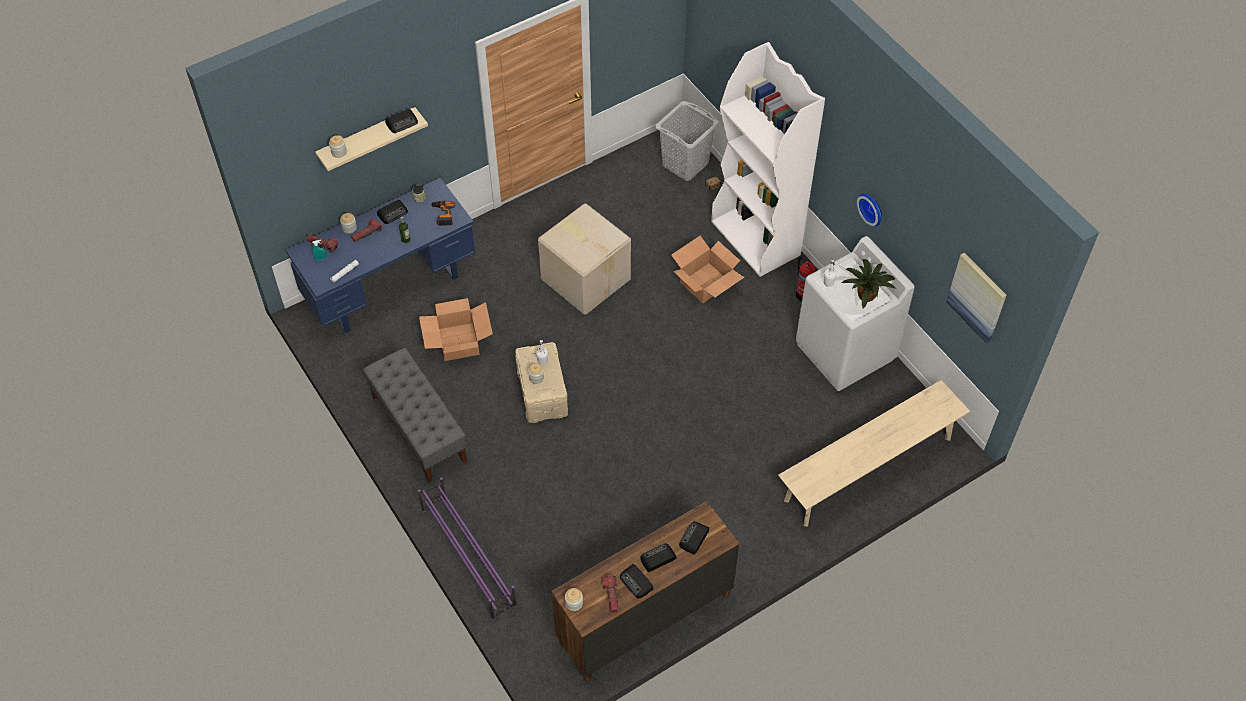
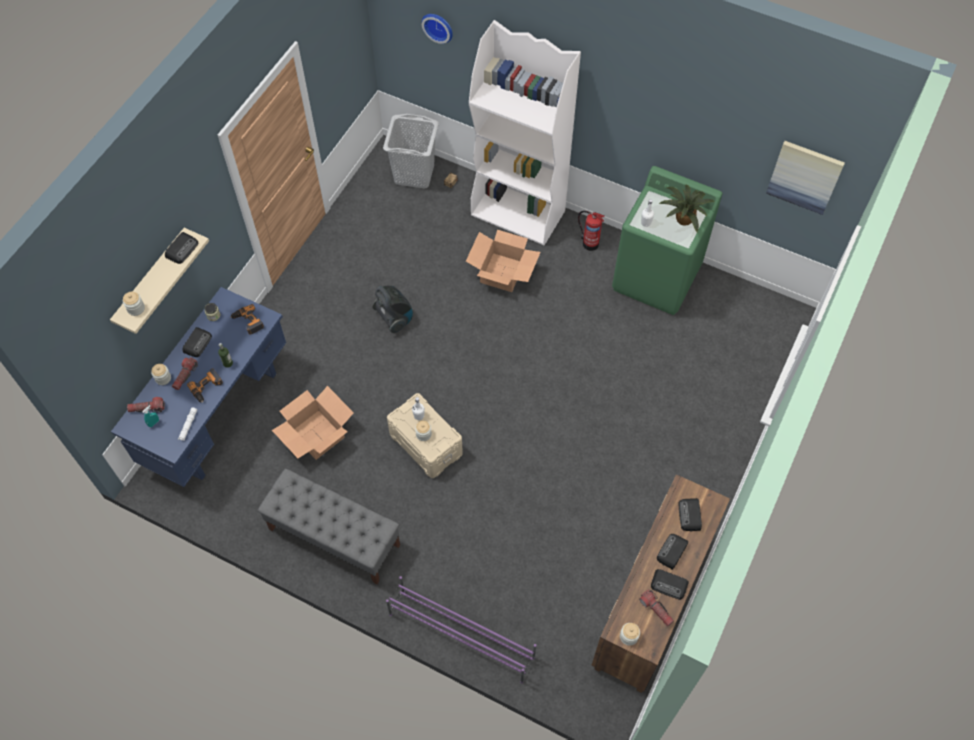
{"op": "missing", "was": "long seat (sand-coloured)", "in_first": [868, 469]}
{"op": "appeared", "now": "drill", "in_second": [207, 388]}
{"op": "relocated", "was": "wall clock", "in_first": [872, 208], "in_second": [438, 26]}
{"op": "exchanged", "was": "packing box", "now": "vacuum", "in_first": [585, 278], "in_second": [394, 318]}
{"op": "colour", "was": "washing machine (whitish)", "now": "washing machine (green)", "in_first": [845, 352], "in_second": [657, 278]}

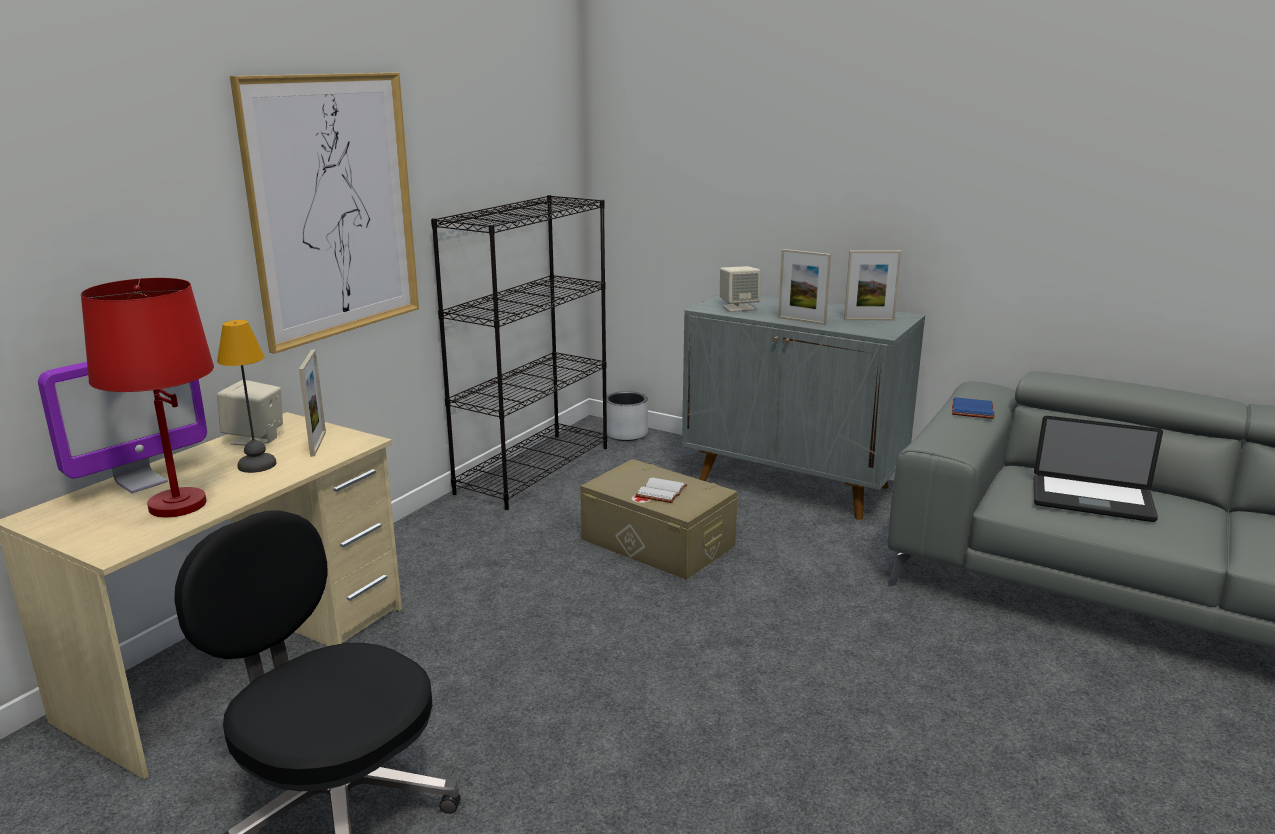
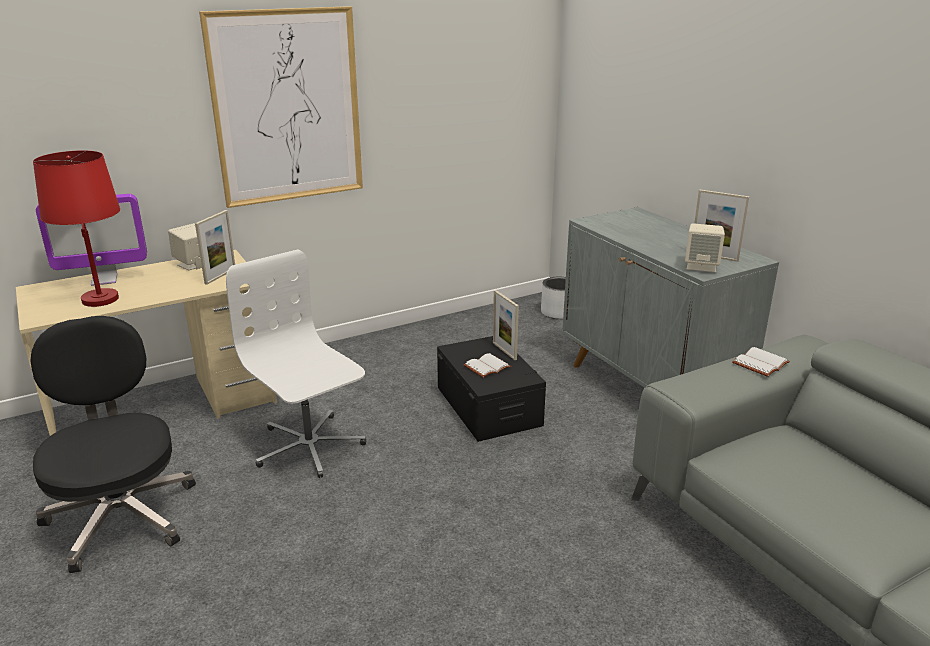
{"op": "missing", "was": "tabletop lamp", "in_first": [255, 465]}
{"op": "missing", "was": "shelving unit (black-coloured)", "in_first": [534, 469]}
{"op": "missing", "was": "laptop", "in_first": [1092, 500]}
{"op": "appeared", "now": "computer chair (whitish)", "in_second": [308, 446]}
{"op": "relocated", "was": "audio speaker (sand-coloured)", "in_first": [738, 307], "in_second": [701, 266]}
{"op": "relocated", "was": "standing frame", "in_first": [801, 321], "in_second": [504, 351]}
{"op": "colour", "was": "storage box (sand-coloured)", "now": "storage box (black-coloured)", "in_first": [657, 542], "in_second": [488, 406]}
{"op": "colour", "was": "volume (bluish)", "now": "volume (whitish)", "in_first": [974, 411], "in_second": [761, 364]}

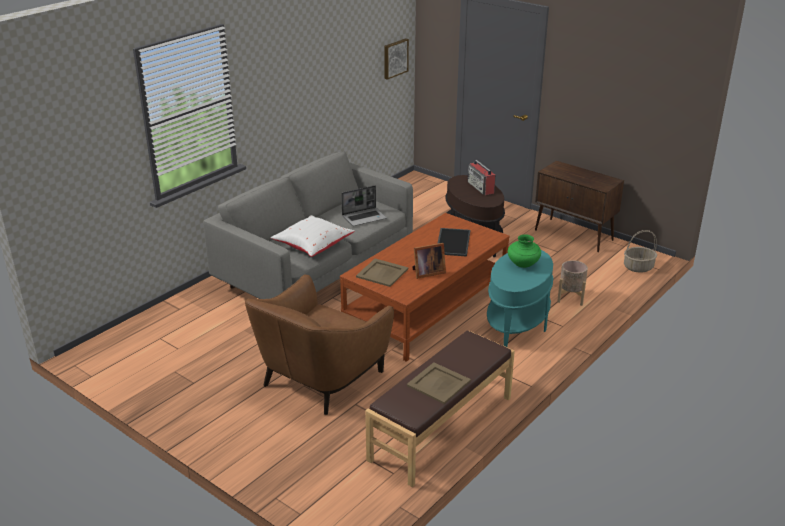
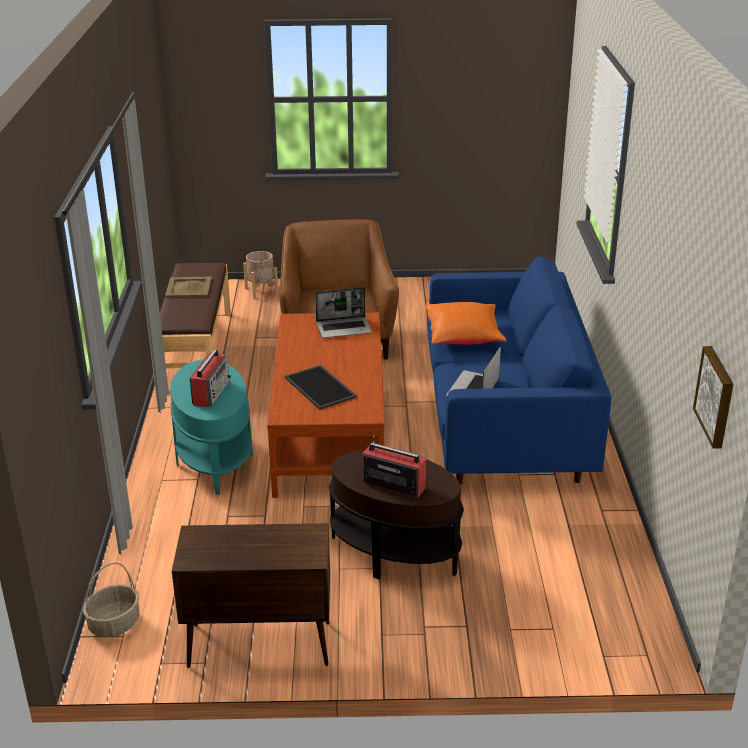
{"op": "missing", "was": "standing frame", "in_first": [427, 272]}
{"op": "relocated", "was": "planter (sand-coloured)", "in_first": [570, 297], "in_second": [261, 291]}
{"op": "exchanged", "was": "tray (sand-coloured)", "now": "laptop", "in_first": [381, 273], "in_second": [344, 328]}
{"op": "exchanged", "was": "flower vase (green)", "now": "radio set", "in_first": [523, 264], "in_second": [211, 392]}
{"op": "colour", "was": "sofa (gray)", "now": "sofa (bluish)", "in_first": [316, 269], "in_second": [505, 420]}
{"op": "colour", "was": "throw pillow (whitish)", "now": "throw pillow (orangey)", "in_first": [312, 246], "in_second": [464, 337]}

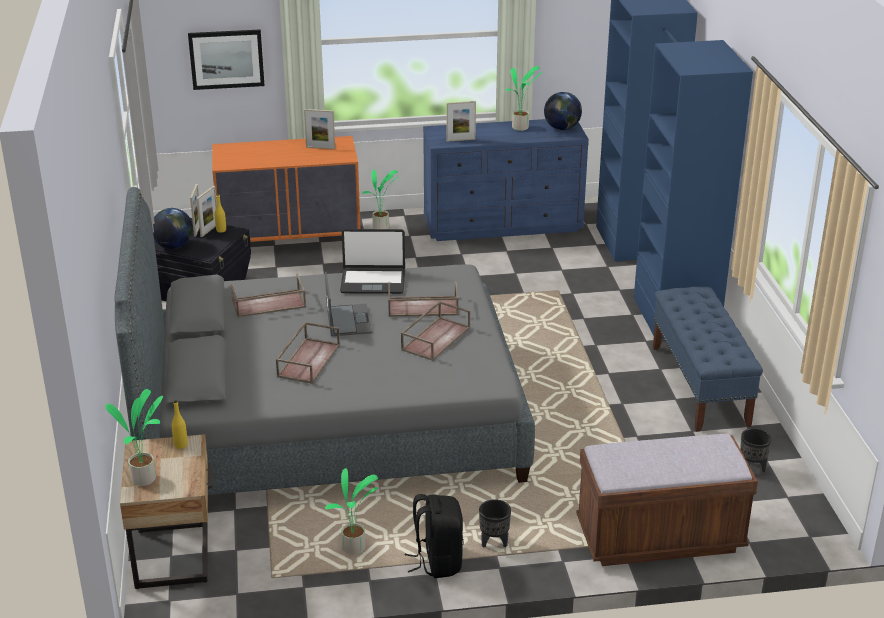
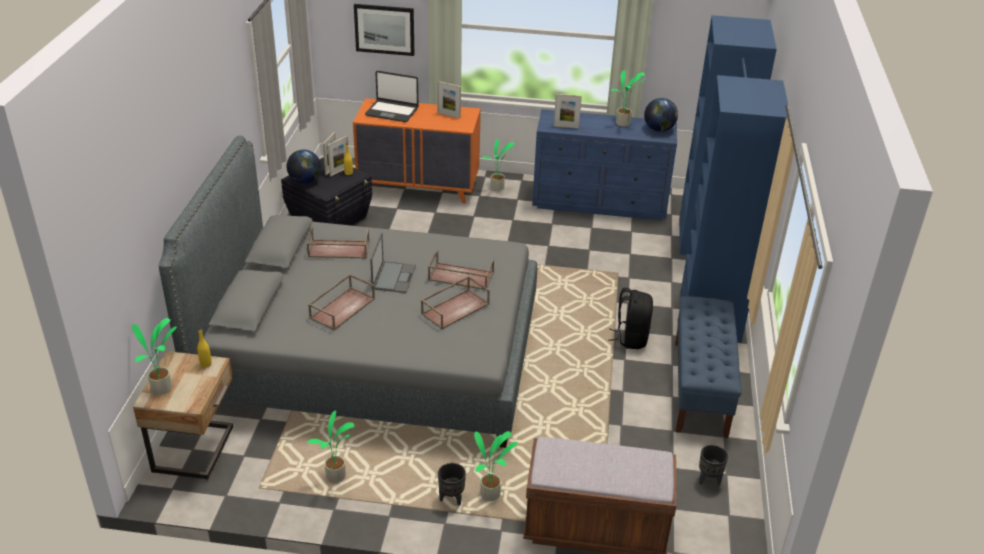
{"op": "appeared", "now": "plant in a pot", "in_second": [491, 495]}
{"op": "relocated", "was": "laptop", "in_first": [373, 281], "in_second": [392, 111]}
{"op": "relocated", "was": "knapsack (black-coloured)", "in_first": [437, 562], "in_second": [631, 338]}

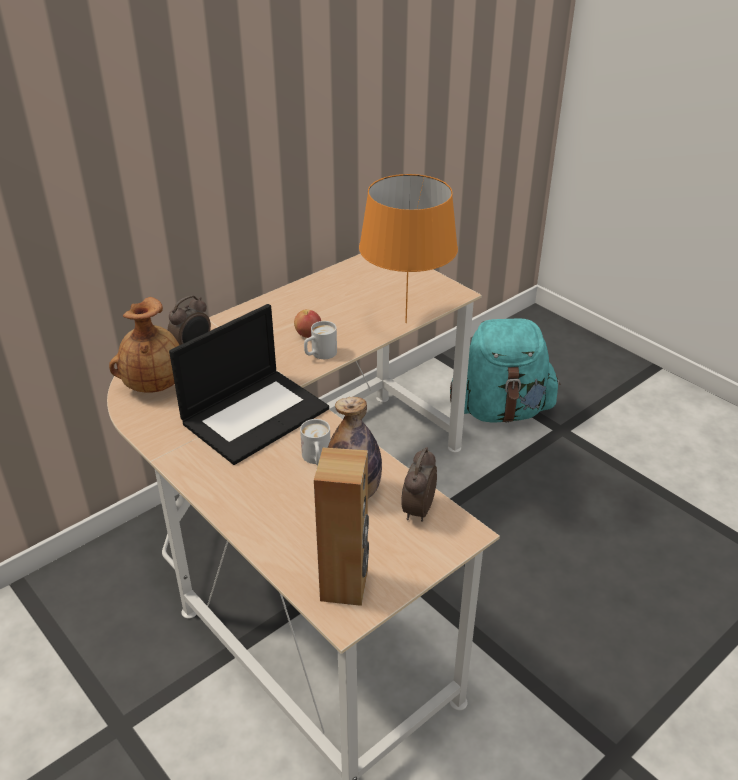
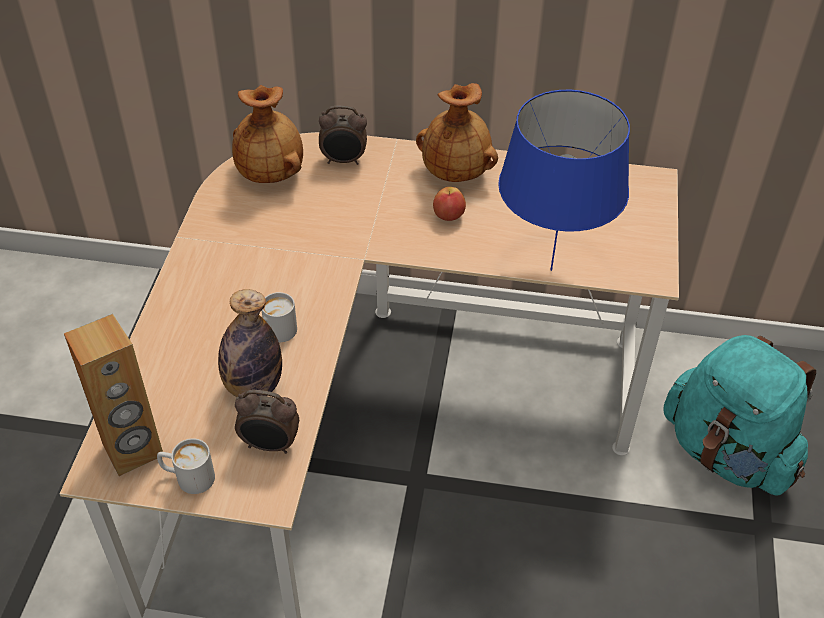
{"op": "missing", "was": "laptop", "in_first": [255, 414]}
{"op": "appeared", "now": "flower vase (brown-coloured)", "in_second": [456, 172]}
{"op": "relocated", "was": "coffee mug (whitish)", "in_first": [319, 354], "in_second": [188, 477]}
{"op": "colour", "was": "tabletop lamp (orangey)", "now": "tabletop lamp (bluish)", "in_first": [405, 323], "in_second": [550, 270]}
{"op": "spun", "was": "bedside clock", "in_first": [417, 510], "in_second": [270, 445], "clockwise": -150}

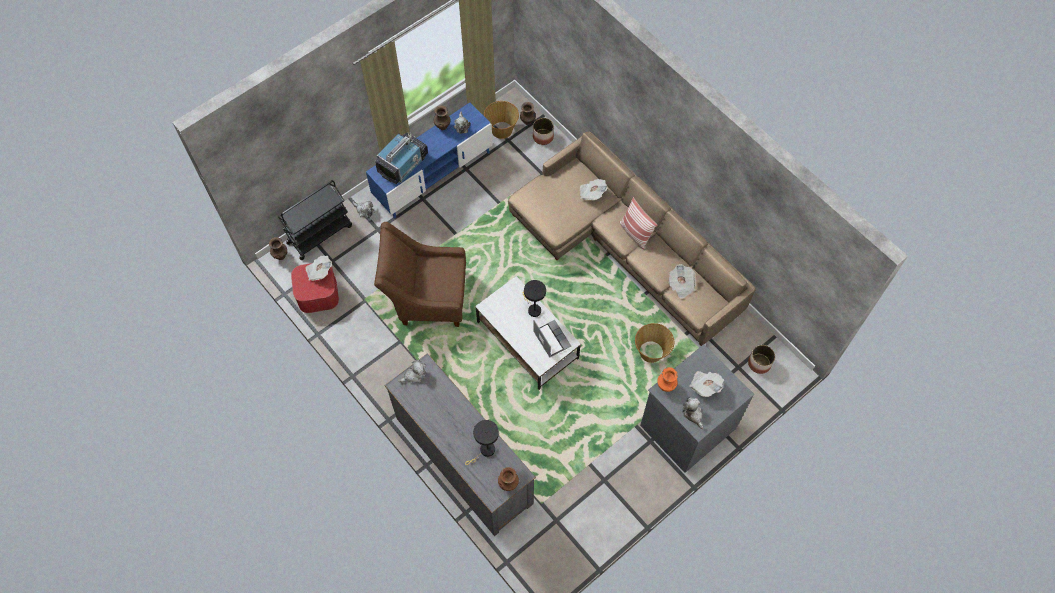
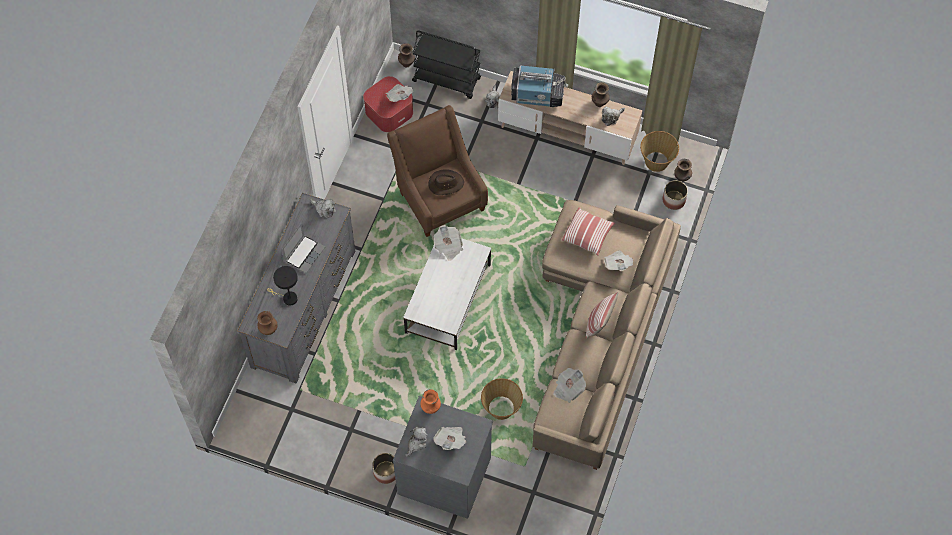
{"op": "missing", "was": "tabletop lamp (black-coloured)", "in_first": [533, 309]}
{"op": "appeared", "now": "clothing hat (brown-coloured)", "in_second": [446, 183]}
{"op": "appeared", "now": "newspaper", "in_second": [448, 246]}
{"op": "appeared", "now": "throw pillow", "in_second": [588, 235]}
{"op": "relocated", "was": "laptop", "in_first": [551, 339], "in_second": [304, 254]}
{"op": "relocated", "was": "planter", "in_first": [759, 363], "in_second": [385, 472]}
{"op": "colour", "was": "tv unit (bluish)", "now": "tv unit (sand-coloured)", "in_first": [433, 175], "in_second": [567, 133]}

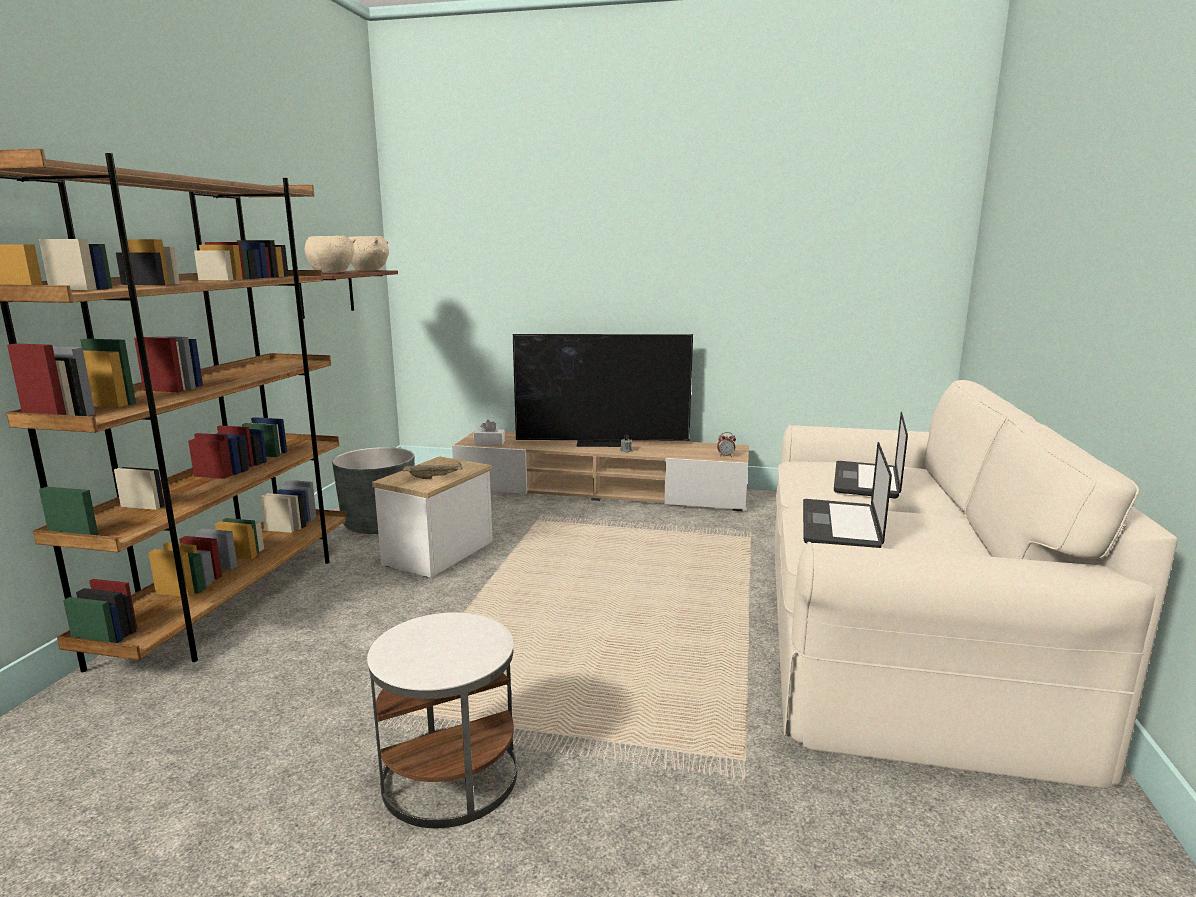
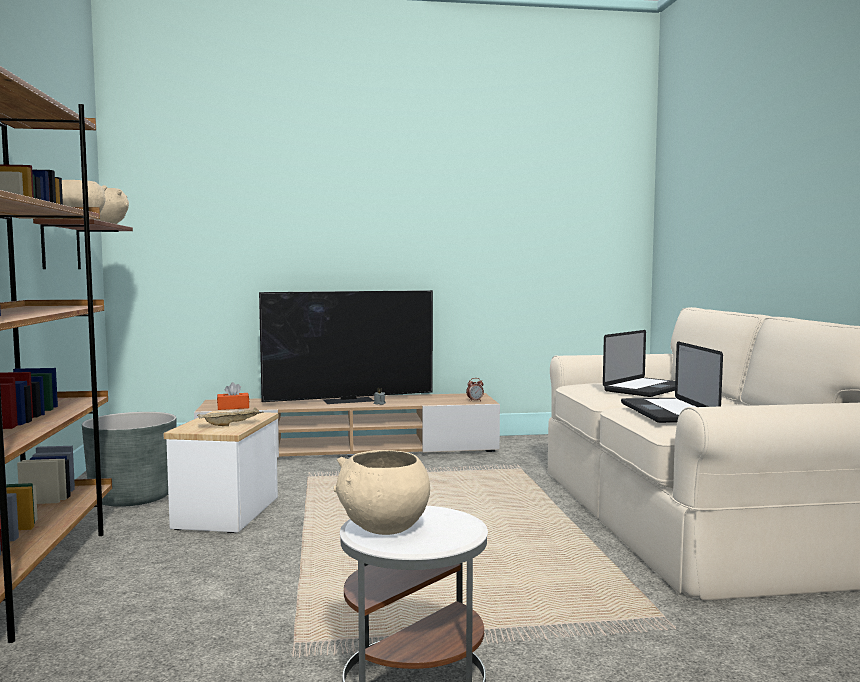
{"op": "appeared", "now": "bowl (sand-coloured)", "in_second": [383, 528]}
{"op": "colour", "was": "tissue box (whitish)", "now": "tissue box (orangey)", "in_first": [489, 443], "in_second": [233, 407]}
{"op": "spun", "was": "laptop", "in_first": [866, 481], "in_second": [646, 389], "clockwise": -135}

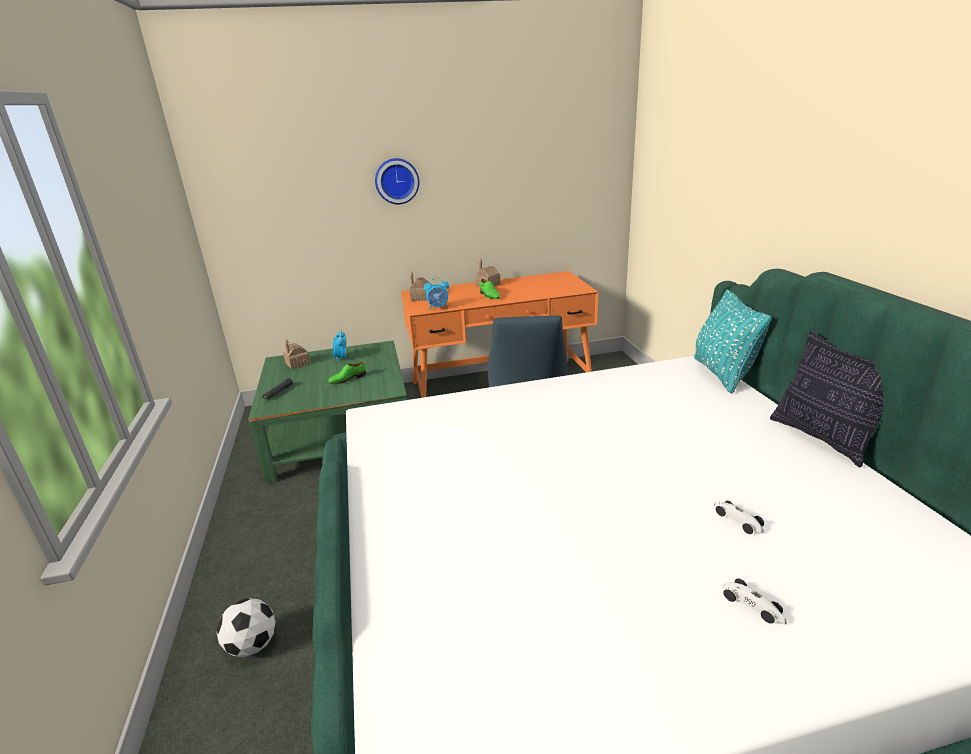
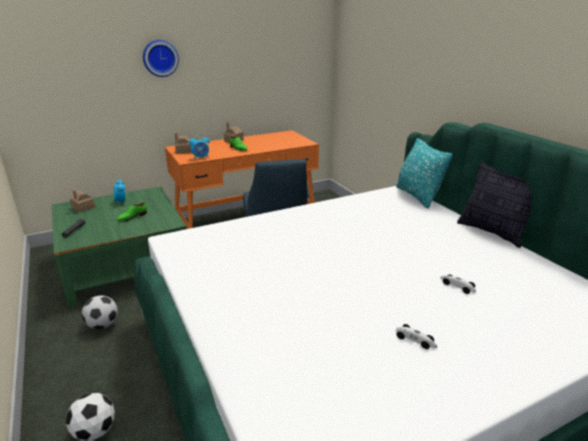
{"op": "appeared", "now": "football ball", "in_second": [103, 325]}
{"op": "relocated", "was": "model car", "in_first": [753, 606], "in_second": [415, 340]}

